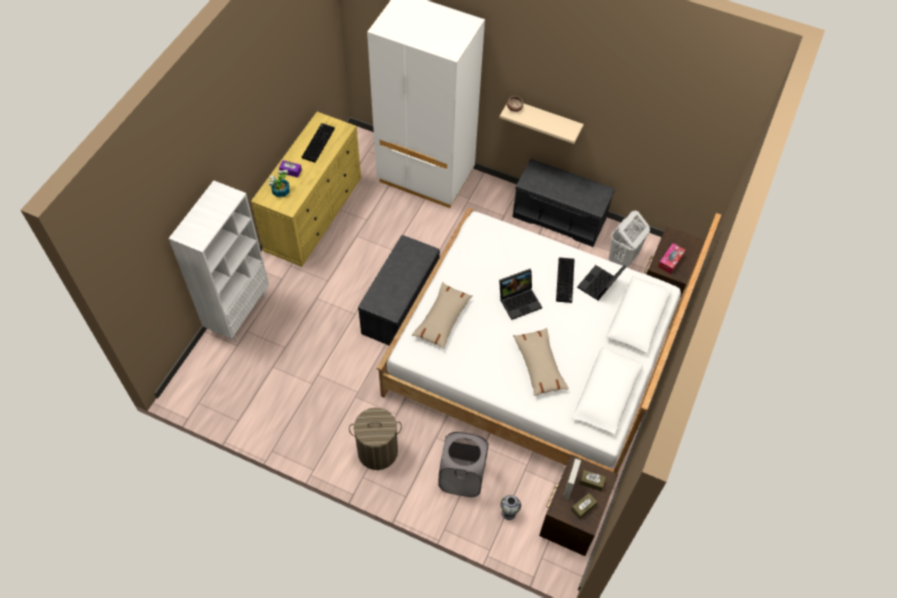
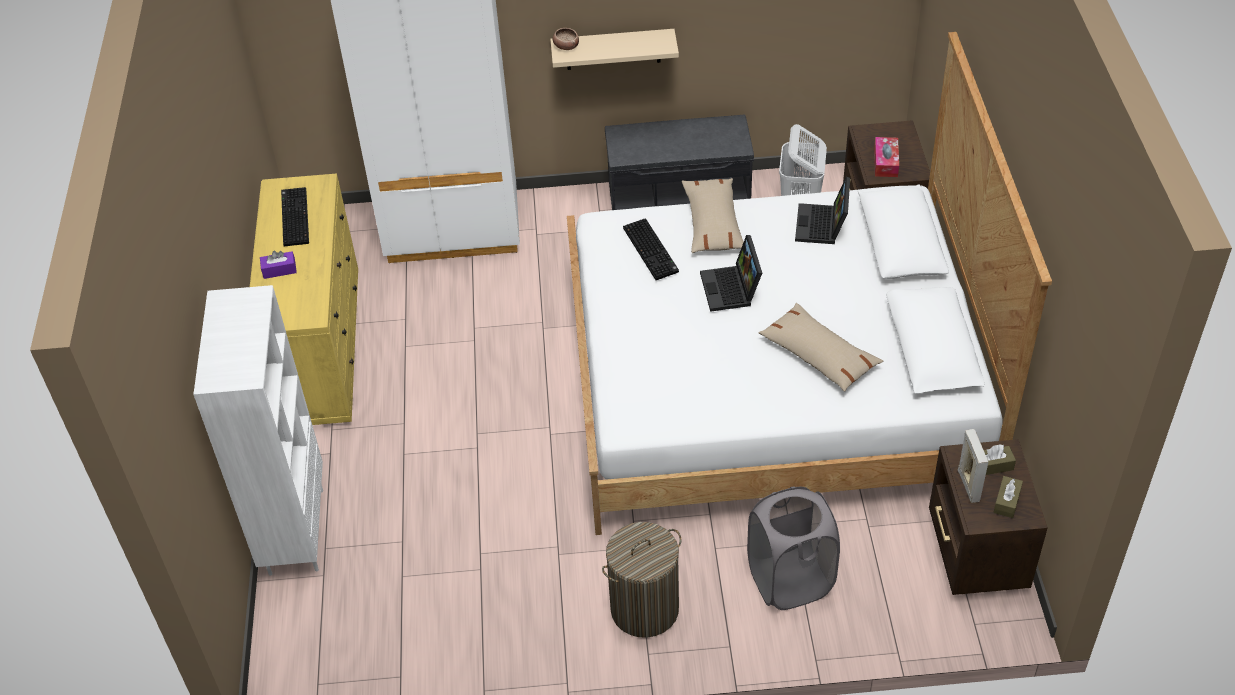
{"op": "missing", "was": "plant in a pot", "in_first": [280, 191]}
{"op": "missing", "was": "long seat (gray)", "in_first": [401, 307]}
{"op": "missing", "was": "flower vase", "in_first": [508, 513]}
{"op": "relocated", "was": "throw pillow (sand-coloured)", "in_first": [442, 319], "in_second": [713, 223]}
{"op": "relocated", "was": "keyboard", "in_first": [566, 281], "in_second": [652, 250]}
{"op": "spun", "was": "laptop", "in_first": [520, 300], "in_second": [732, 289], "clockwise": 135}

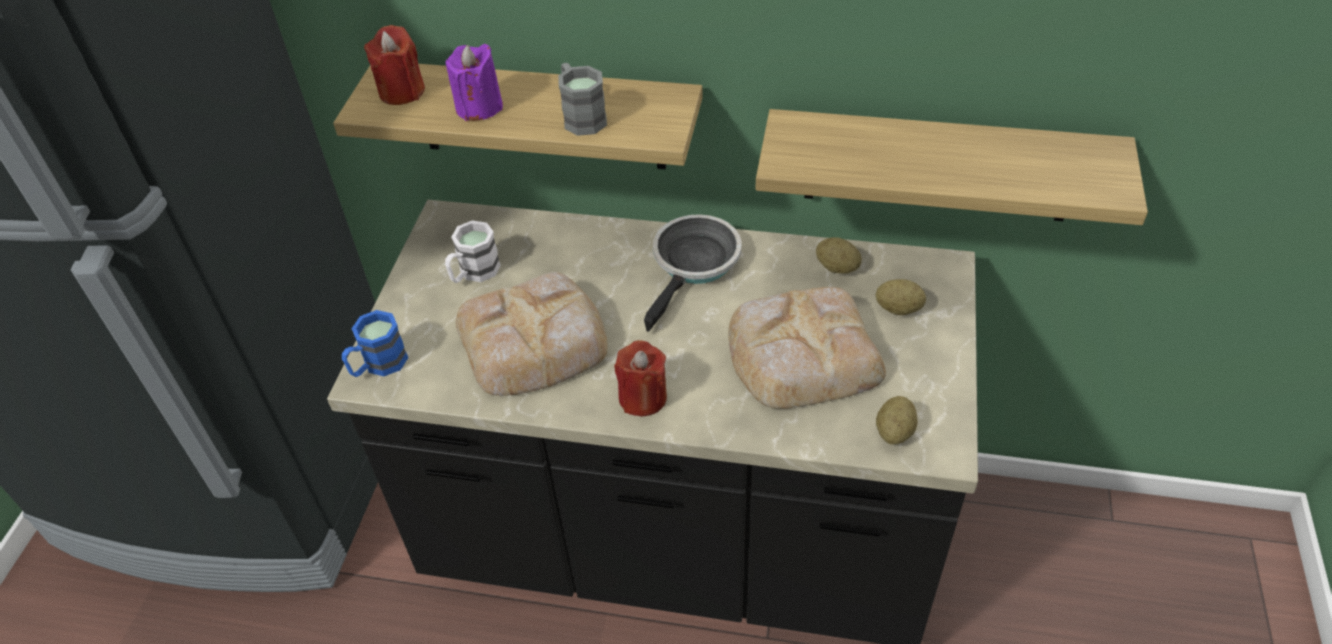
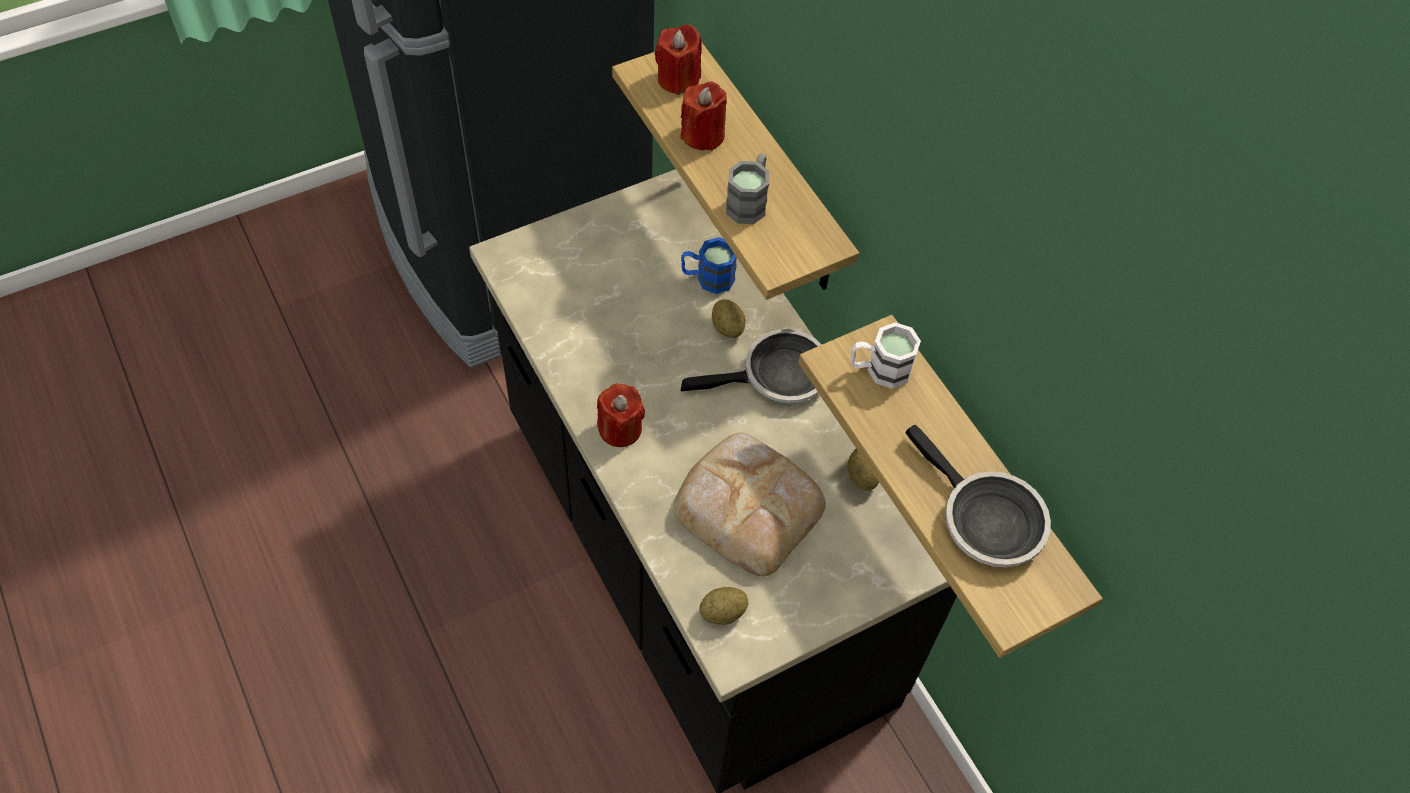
{"op": "missing", "was": "baked bread", "in_first": [536, 342]}
{"op": "appeared", "now": "skillet", "in_second": [984, 520]}
{"op": "relocated", "was": "coffee mug (bluish)", "in_first": [378, 365], "in_second": [707, 278]}
{"op": "relocated", "was": "coffee mug (whitish)", "in_first": [473, 273], "in_second": [879, 369]}
{"op": "relocated", "was": "potato", "in_first": [898, 309], "in_second": [727, 327]}
{"op": "colour", "was": "wax light (purple)", "now": "wax light (red-coloured)", "in_first": [479, 107], "in_second": [703, 135]}

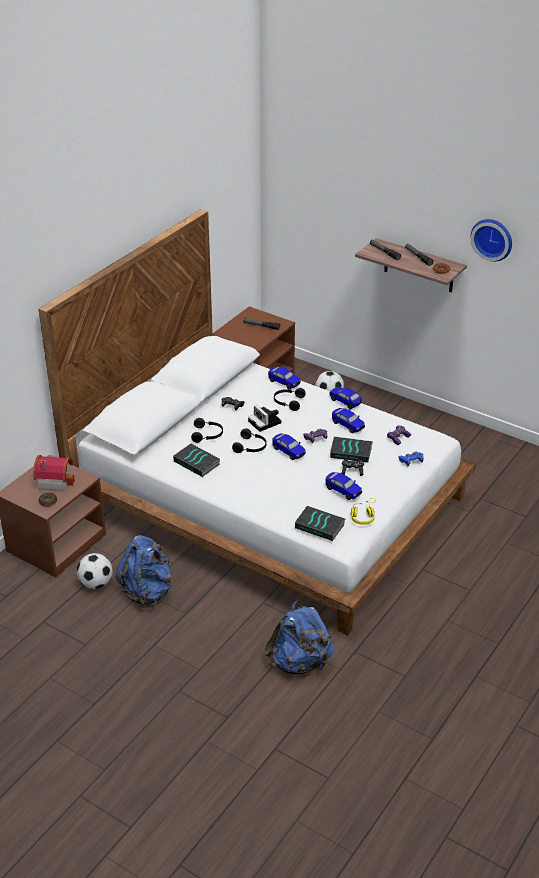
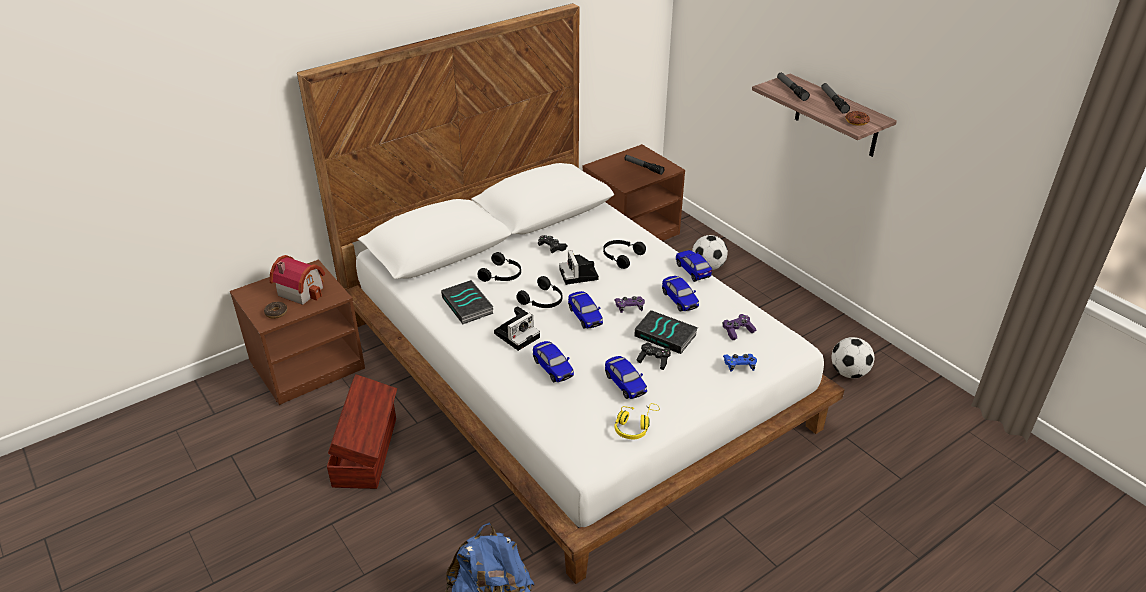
{"op": "missing", "was": "volume", "in_first": [320, 526]}
{"op": "missing", "was": "wall clock", "in_first": [493, 238]}
{"op": "appeared", "now": "still camera", "in_second": [517, 334]}
{"op": "relocated", "was": "football ball", "in_first": [96, 583], "in_second": [849, 373]}
{"op": "relocated", "was": "model car", "in_first": [284, 382], "in_second": [553, 369]}
{"op": "exchanged", "was": "knapsack (bluish)", "now": "storage box (brown-coloured)", "in_first": [147, 591], "in_second": [367, 451]}

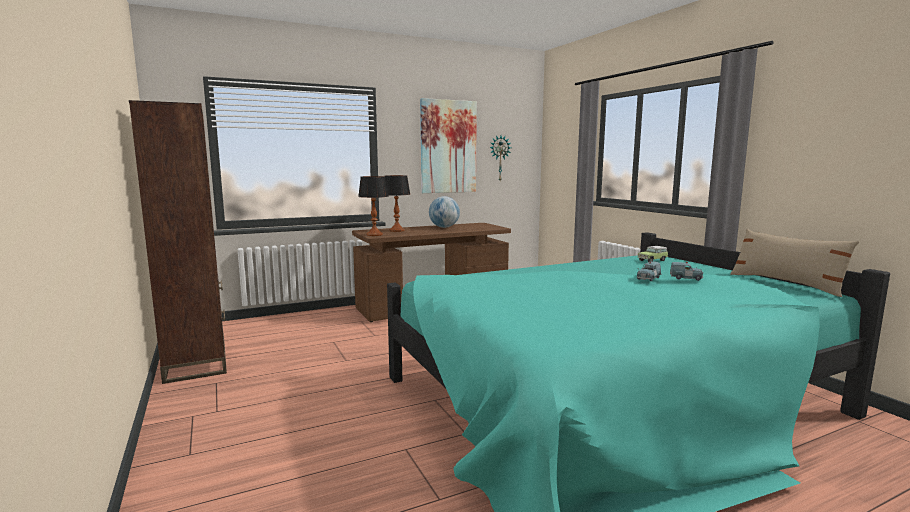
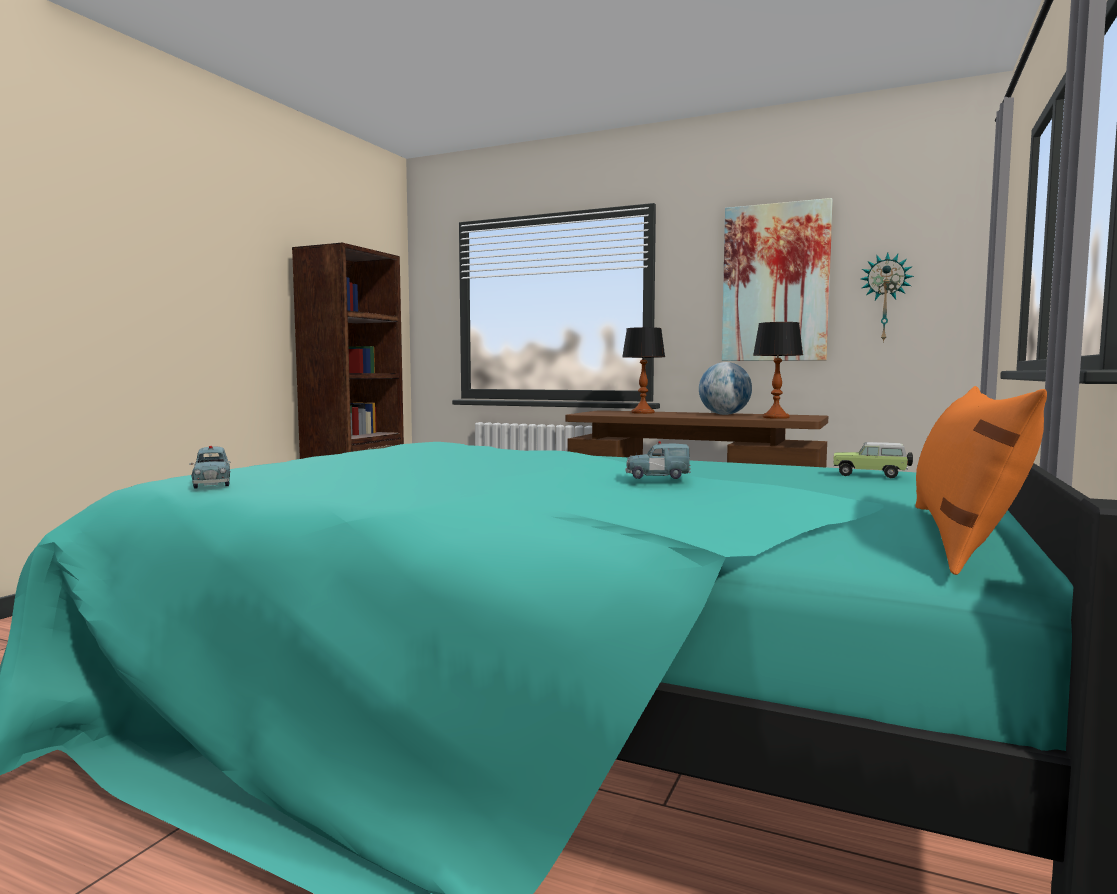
{"op": "relocated", "was": "tabletop lamp", "in_first": [374, 234], "in_second": [776, 417]}
{"op": "relocated", "was": "model car (bluish)", "in_first": [686, 278], "in_second": [212, 484]}
{"op": "colour", "was": "throw pillow (sand-coloured)", "now": "throw pillow (orangey)", "in_first": [786, 283], "in_second": [963, 537]}

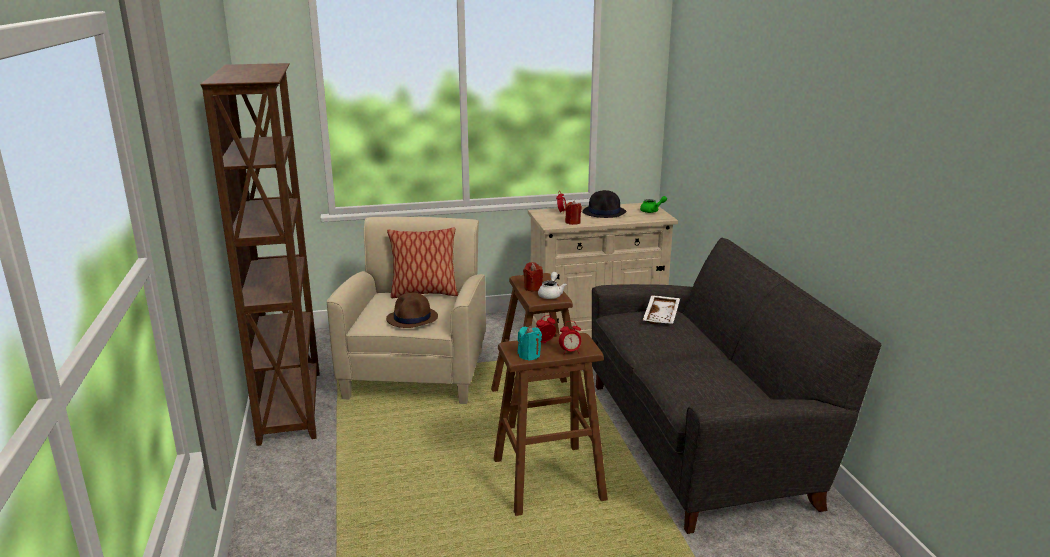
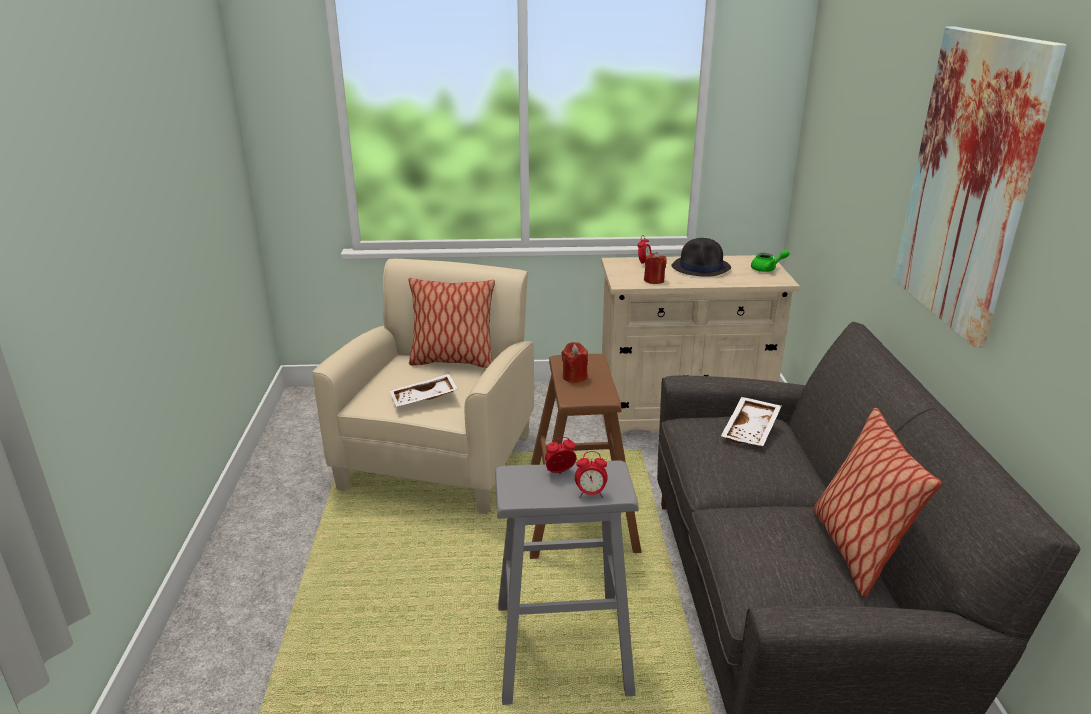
{"op": "missing", "was": "shelving unit (brown-coloured)", "in_first": [292, 406]}
{"op": "missing", "was": "wax light (blue-green)", "in_first": [529, 355]}
{"op": "missing", "was": "pot for tea (whitish)", "in_first": [551, 294]}
{"op": "appeared", "now": "throw pillow", "in_second": [855, 550]}
{"op": "appeared", "now": "wall art", "in_second": [969, 182]}
{"op": "exchanged", "was": "clothing hat (brown-coloured)", "now": "tray (whitish)", "in_first": [412, 318], "in_second": [424, 399]}
{"op": "colour", "was": "stool seat (brown-coloured)", "now": "stool seat (gray)", "in_first": [548, 479], "in_second": [562, 648]}

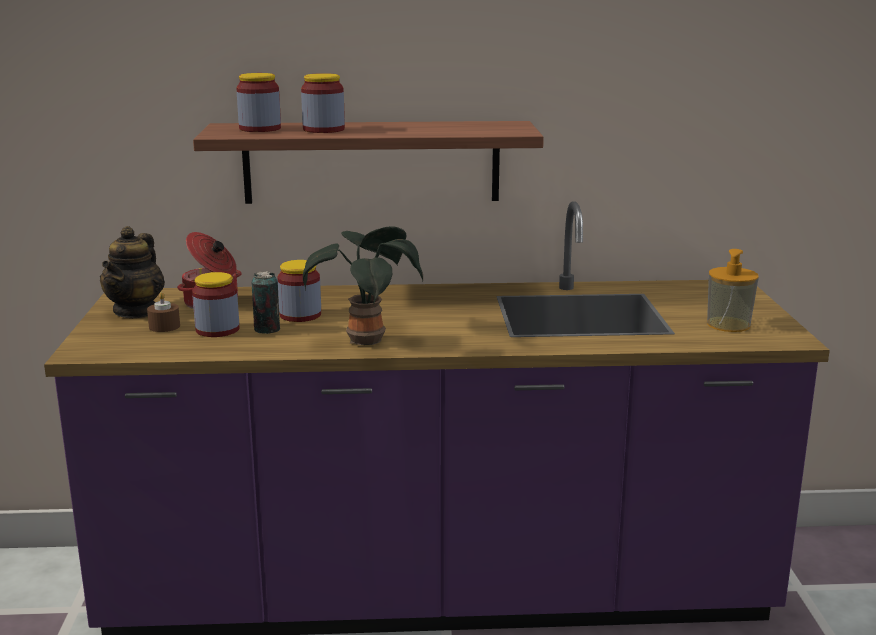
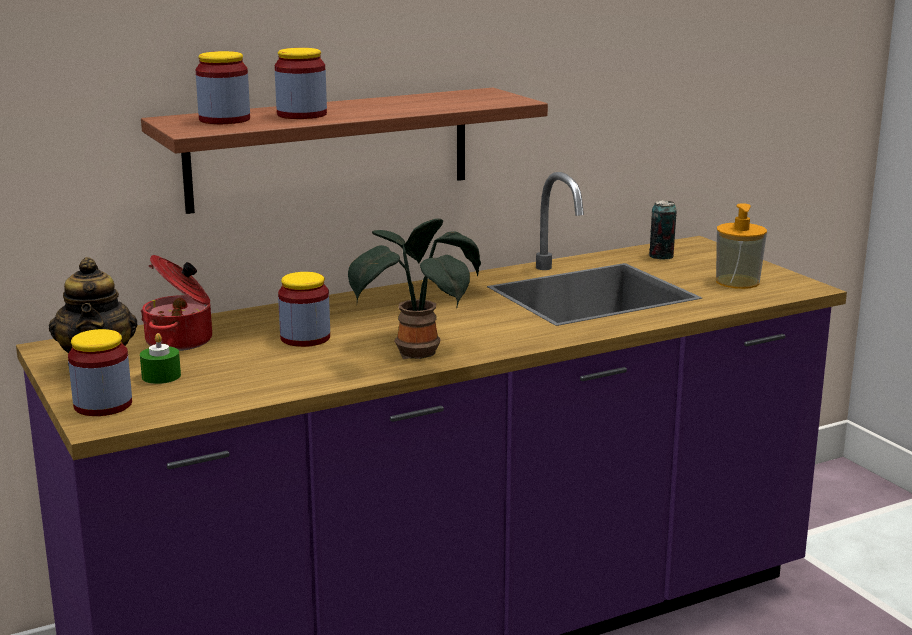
{"op": "relocated", "was": "preserve jar", "in_first": [217, 330], "in_second": [103, 405]}
{"op": "relocated", "was": "can", "in_first": [267, 330], "in_second": [661, 256]}
{"op": "colour", "was": "wax light (brown-coloured)", "now": "wax light (green)", "in_first": [164, 326], "in_second": [161, 376]}

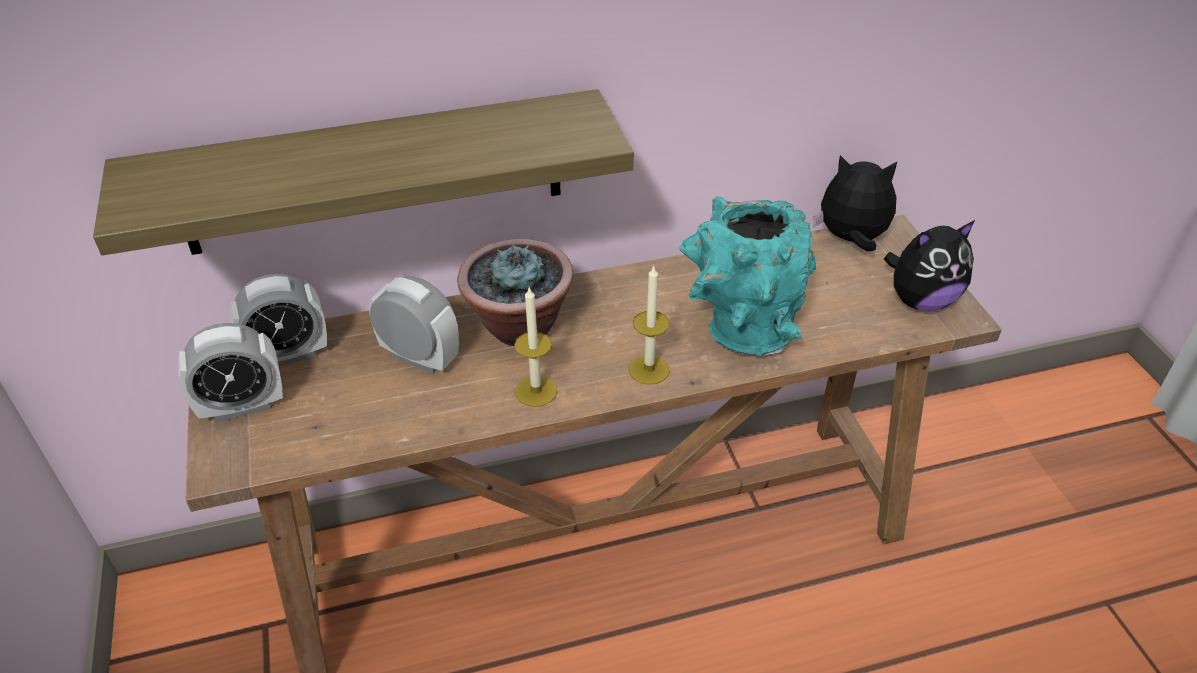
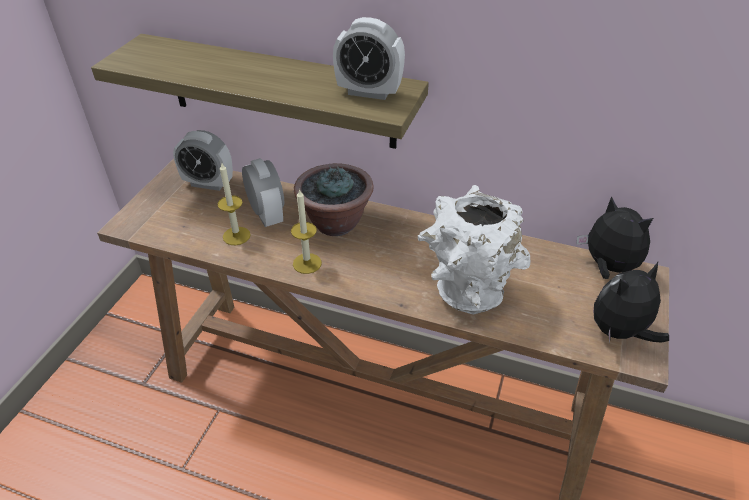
{"op": "relocated", "was": "bedside clock", "in_first": [242, 406], "in_second": [369, 92]}
{"op": "relocated", "was": "wax light", "in_first": [649, 369], "in_second": [236, 236]}
{"op": "colour", "was": "flower vase (blue-green)", "now": "flower vase (whitish)", "in_first": [740, 330], "in_second": [465, 289]}
{"op": "spun", "was": "soft toy", "in_first": [921, 300], "in_second": [620, 332], "clockwise": 135}

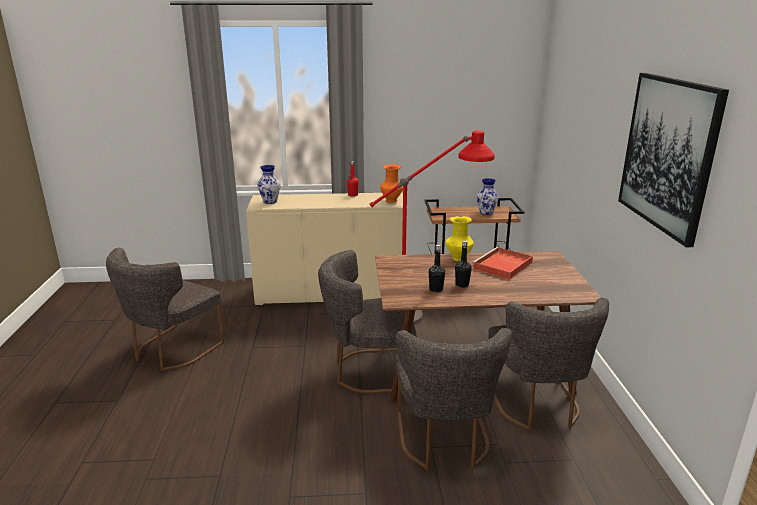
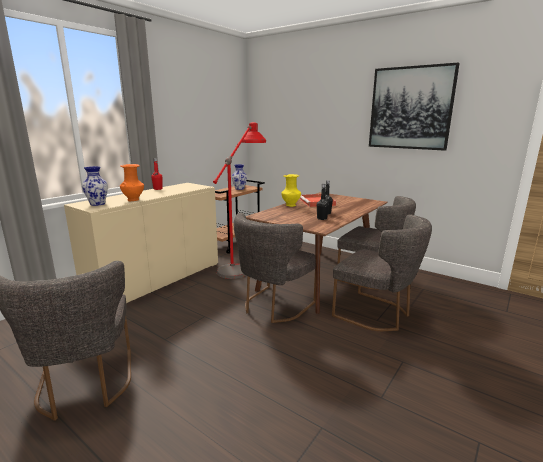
{"op": "relocated", "was": "flower vase (orangey)", "in_first": [392, 201], "in_second": [133, 200]}

